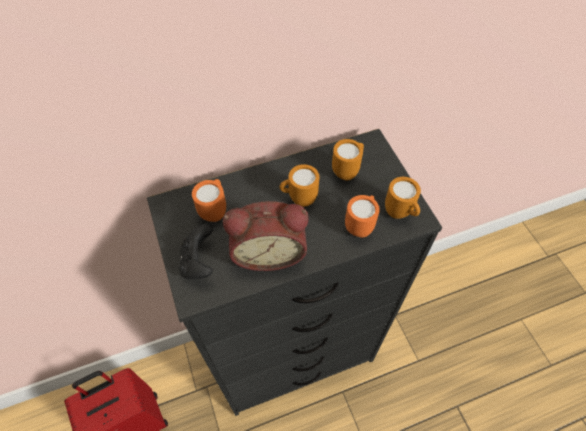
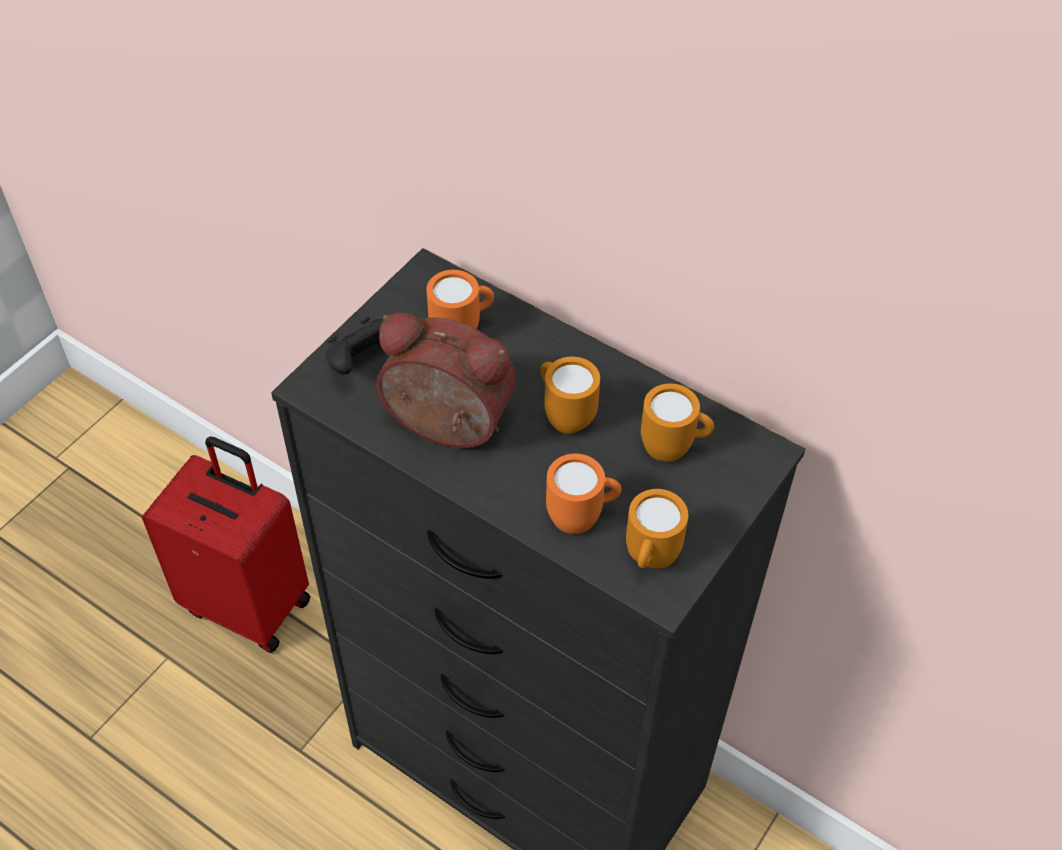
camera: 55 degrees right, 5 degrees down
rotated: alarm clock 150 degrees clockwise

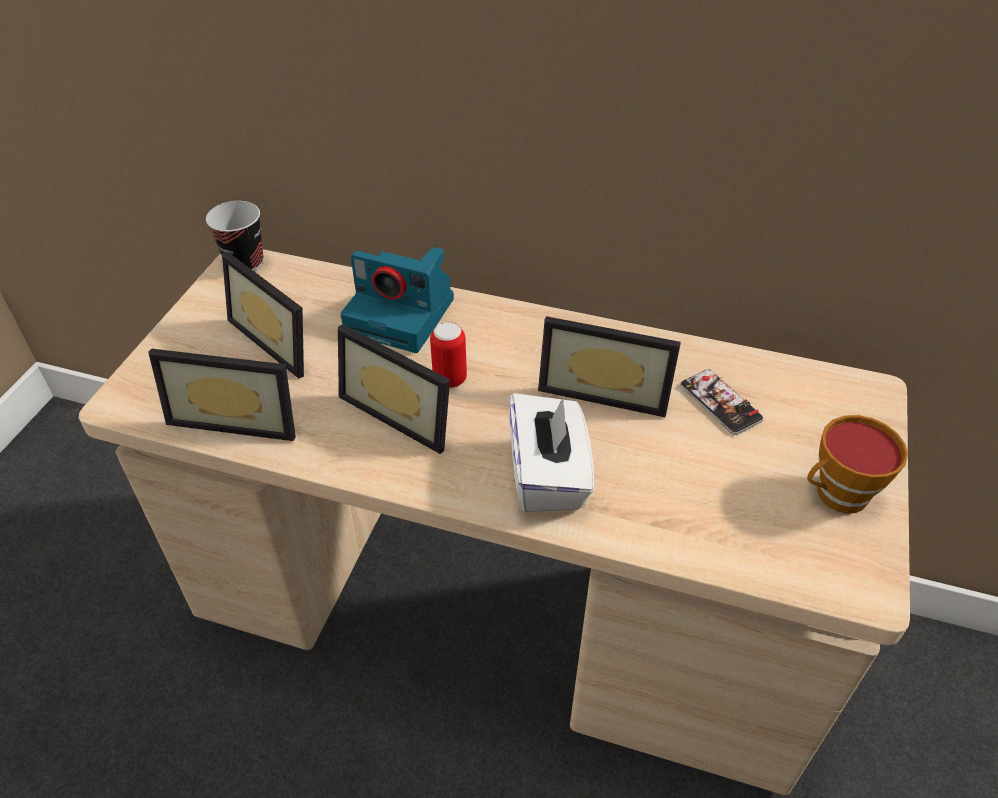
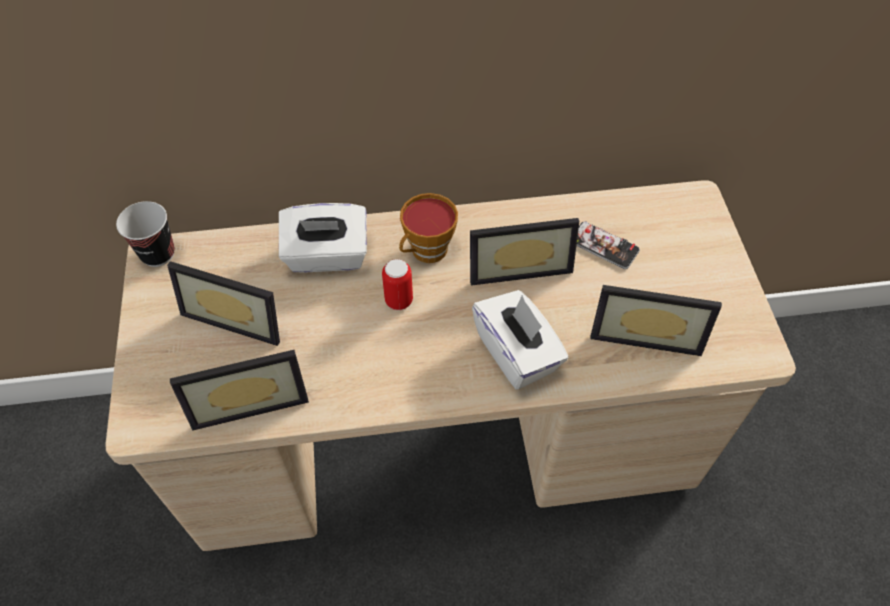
camera: 25 degrees left, 10 degrees up
shifted: standing frame (no. 3 from left in the first image) to standing frame (no. 4 from left); small cup (no. 2 from left)
swapped: still camera to box of tissues (white-coloured) (no. 1 from left)

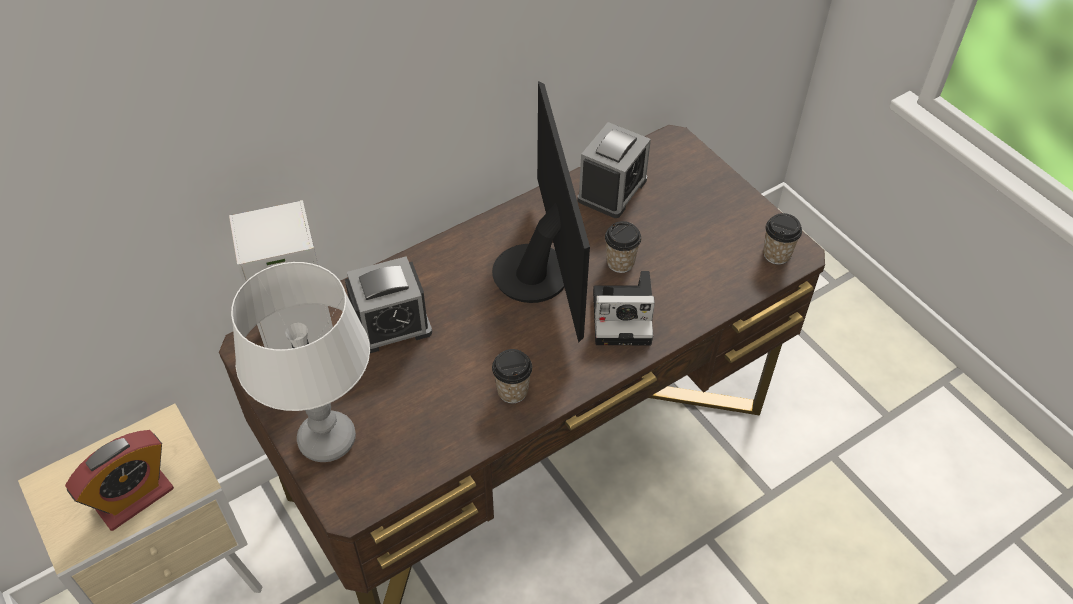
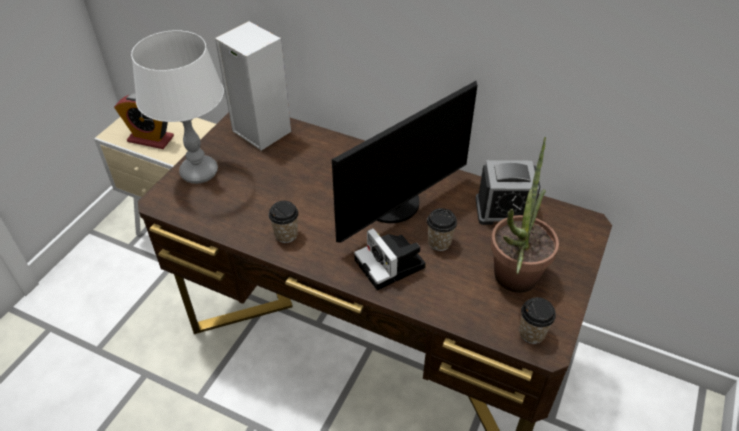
camera: 60 degrees right, 5 degrees down
gone: alarm clock (no. 2 from left)
new: plant in a pot

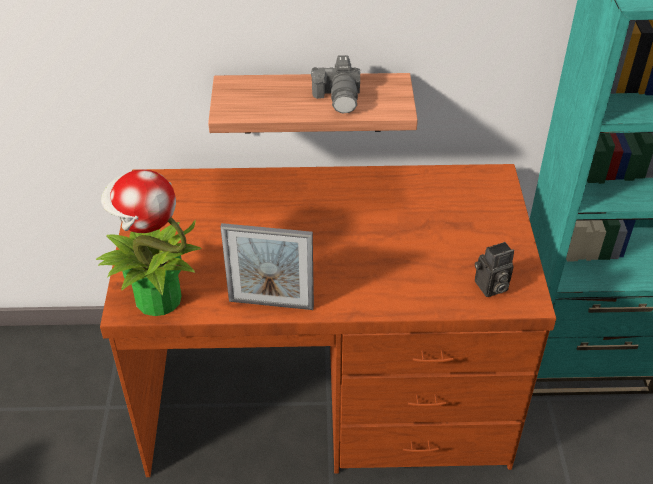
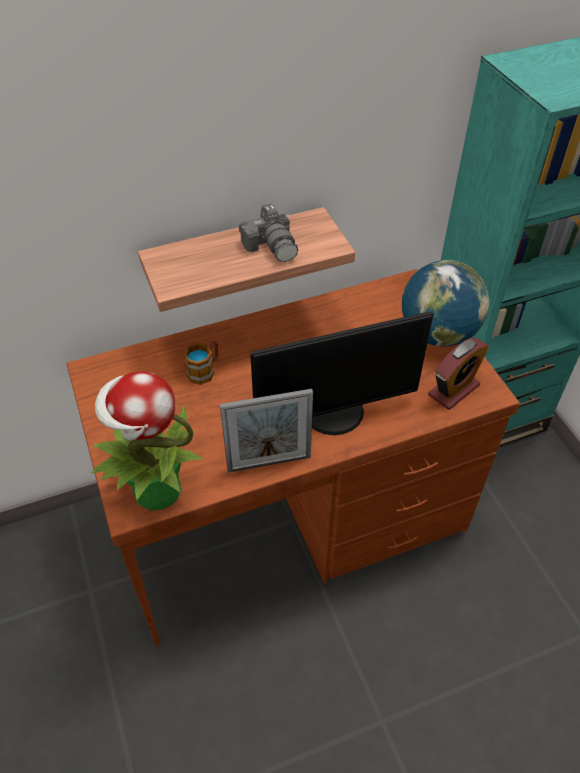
camera: 20 degrees left, 5 degrees up
new: mug; monitor; globe
swapped: still camera (no. 2 from left) to alarm clock

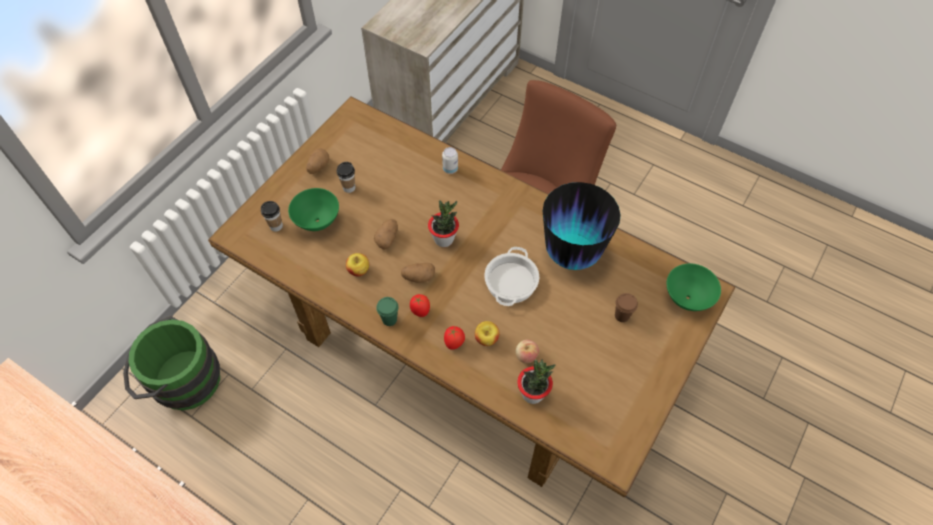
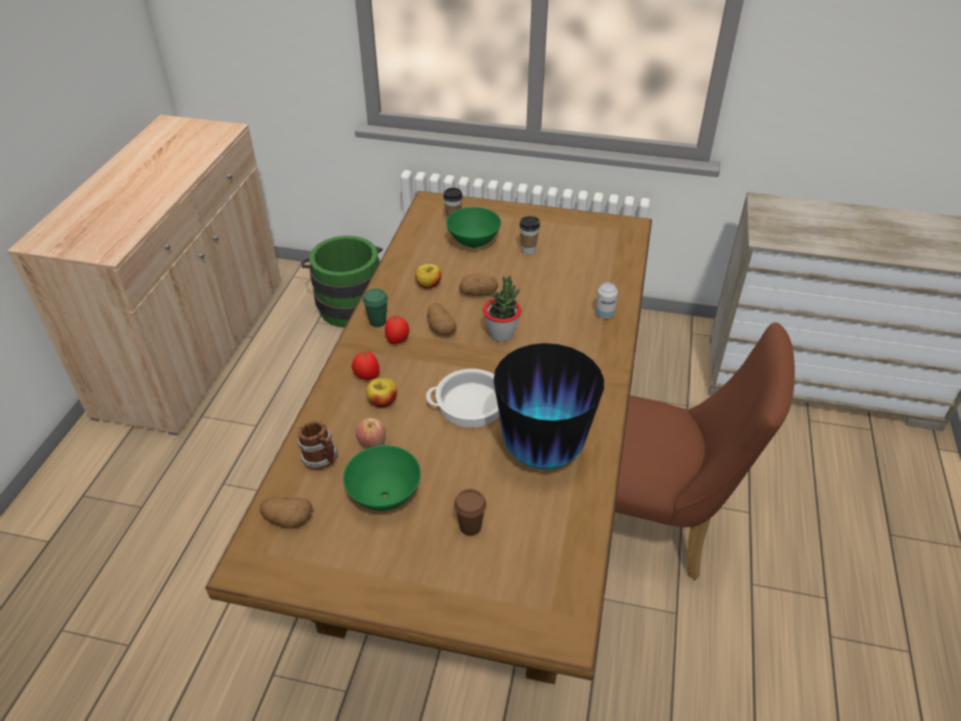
camera: 70 degrees right, 15 degrees down
shifted: potato (no. 1 from left); bowl (green-coloured) (no. 2 from left in the first image) to bowl (green-coloured) (no. 1 from left)
swapped: plant in a pot (no. 2 from left) to mug

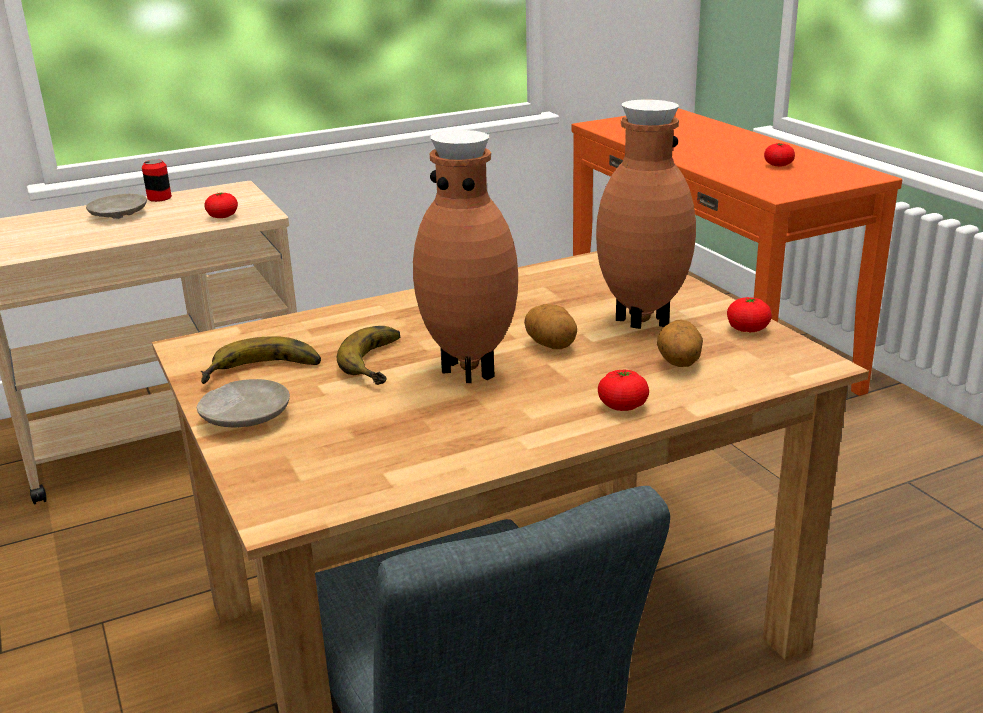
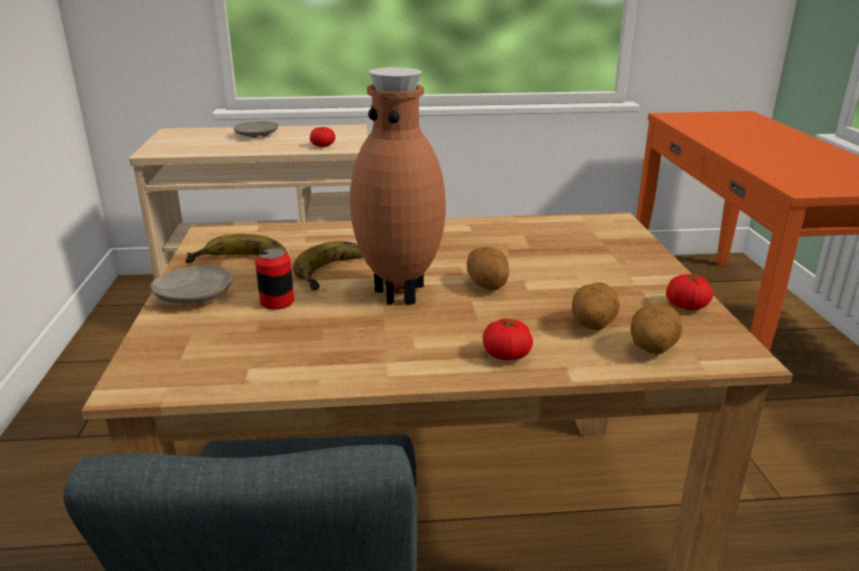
camera: 20 degrees right, 0 degrees up
gone: flower vase (brown-coloured) (no. 2 from left); tomato (no. 4 from left)
new: potato (no. 3 from left)
shifted: metal can

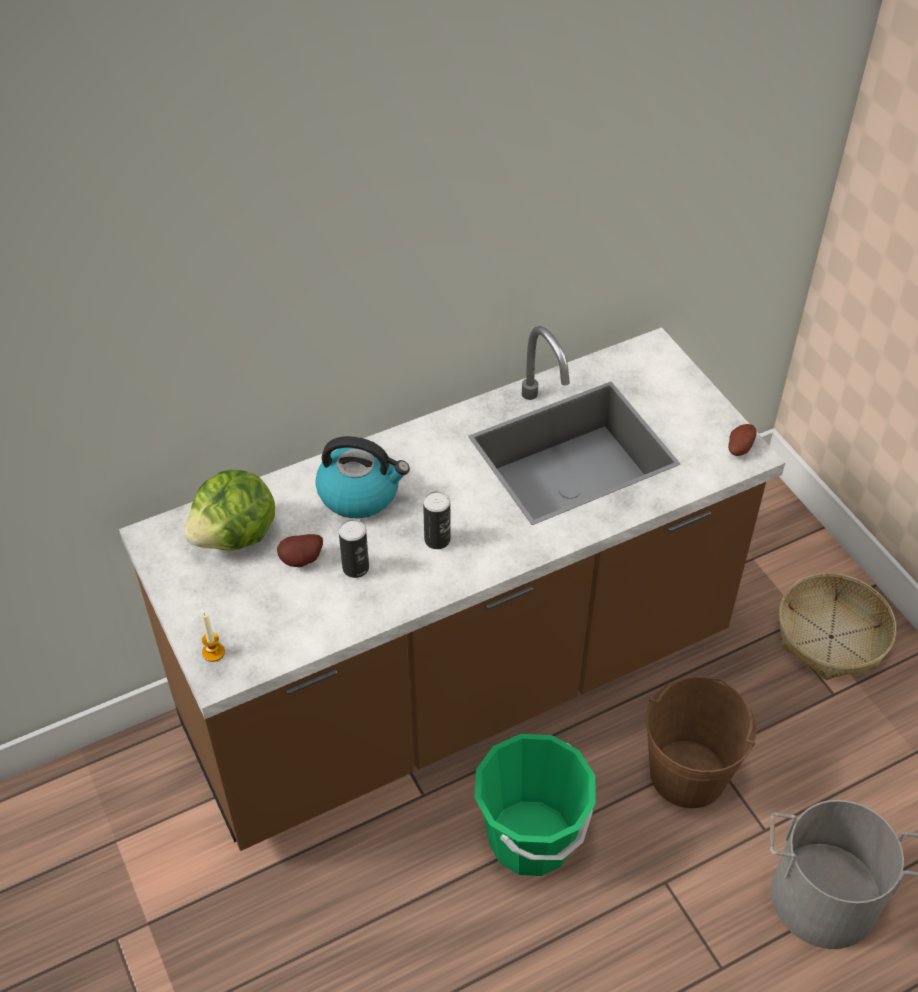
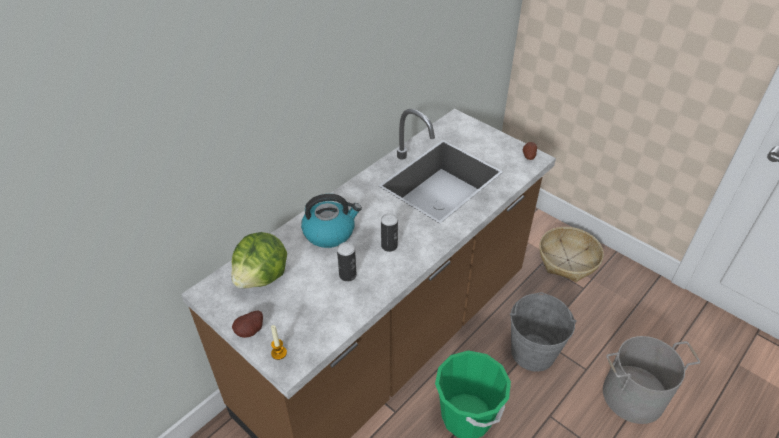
camera: 20 degrees left, 5 degrees down
shifted: potato (no. 1 from left)
repainted: water bucket (brown-coloured) to water bucket (greyish) (no. 1 from left)

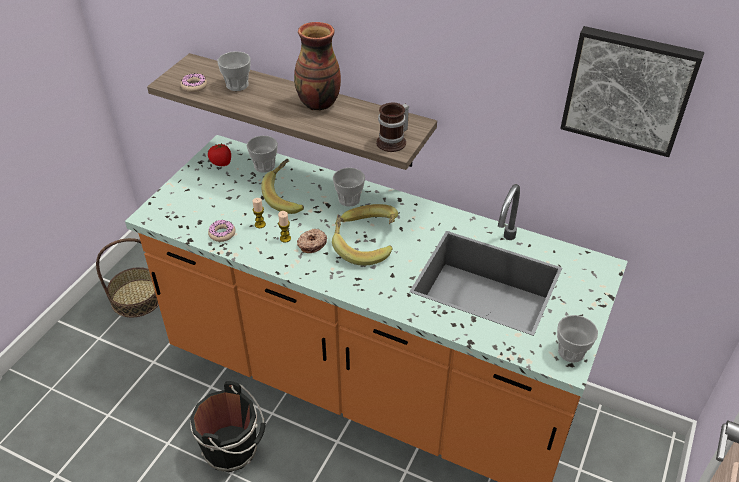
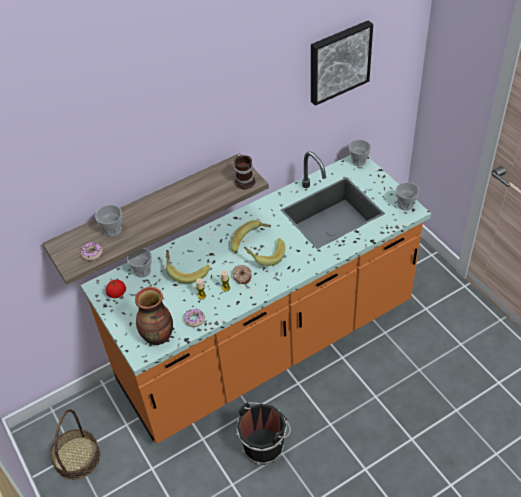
camera: 55 degrees left, 5 degrees up
shifted: flower vase; small cup (no. 3 from left)

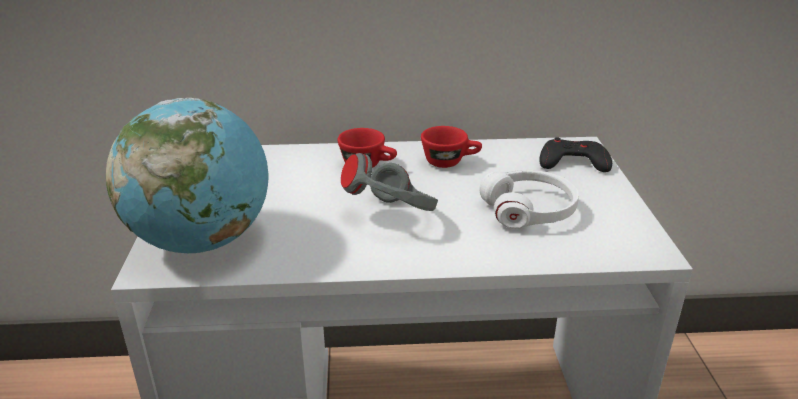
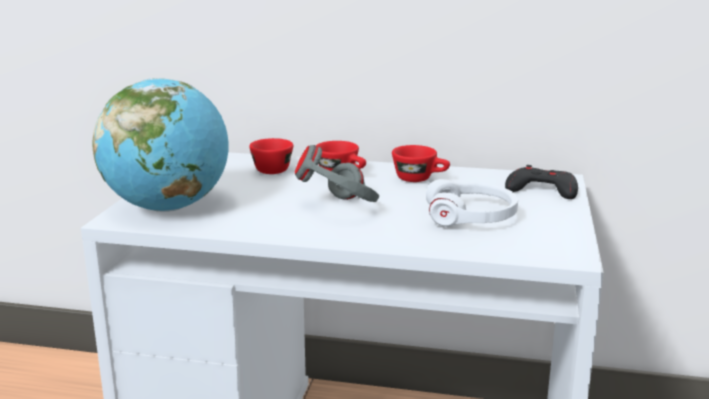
camera: 15 degrees right, 10 degrees down
new: small cup (red-coloured) (no. 1 from left)

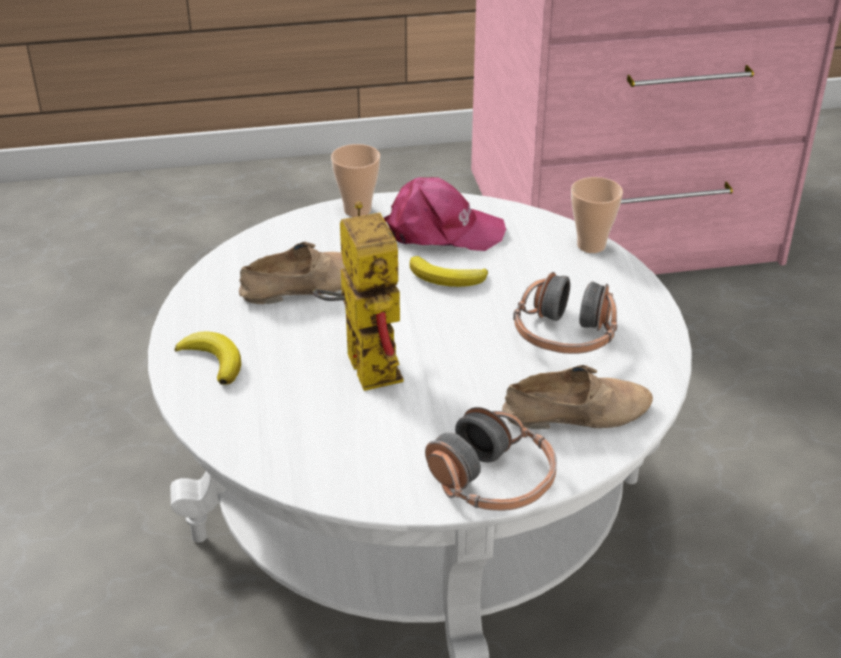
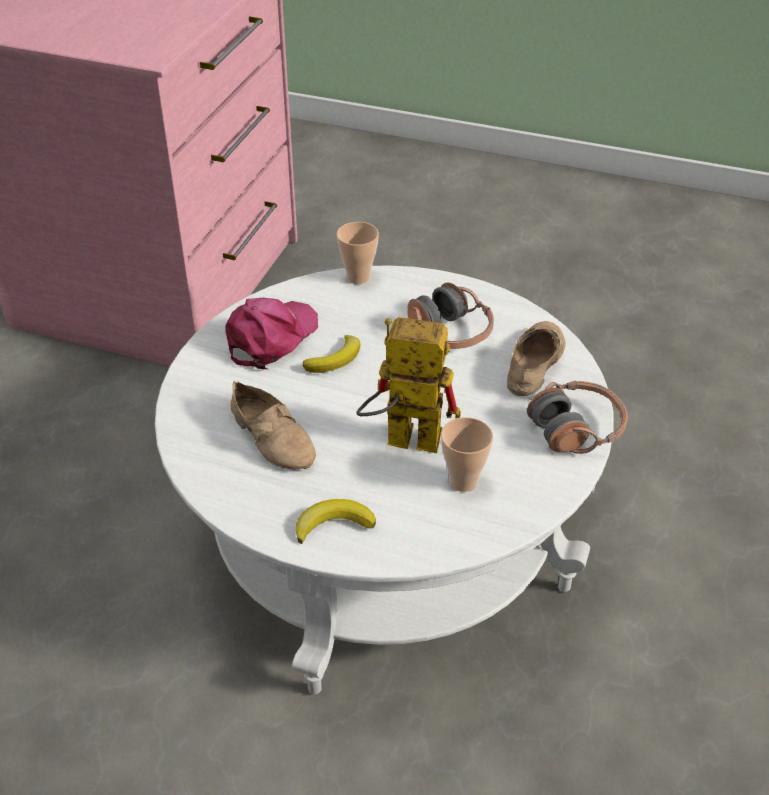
camera: 60 degrees left, 5 degrees up
shifted: small cup (no. 1 from left in the first image) to small cup (no. 2 from left)
rotated: low shoe (sand-coloured) (no. 1 from left) 135 degrees clockwise

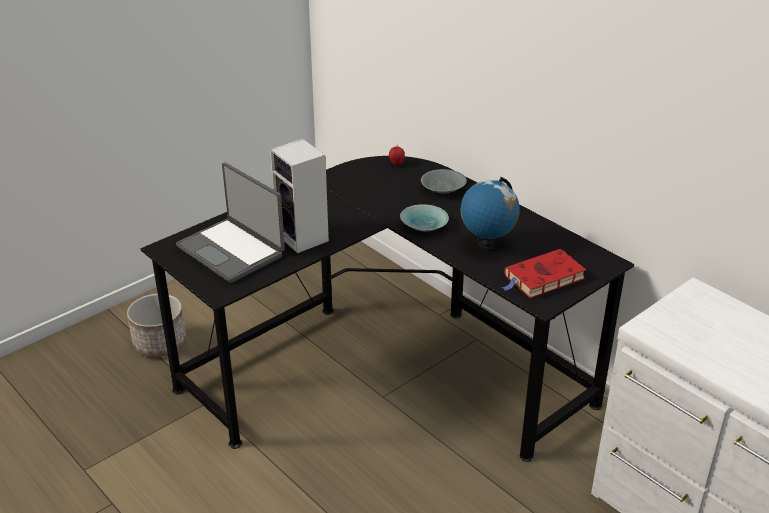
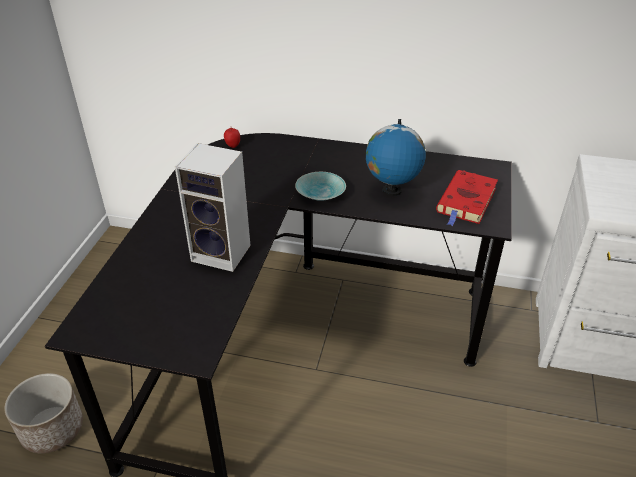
camera: 35 degrees left, 5 degrees up
gone: laptop; bowl (greyish)

